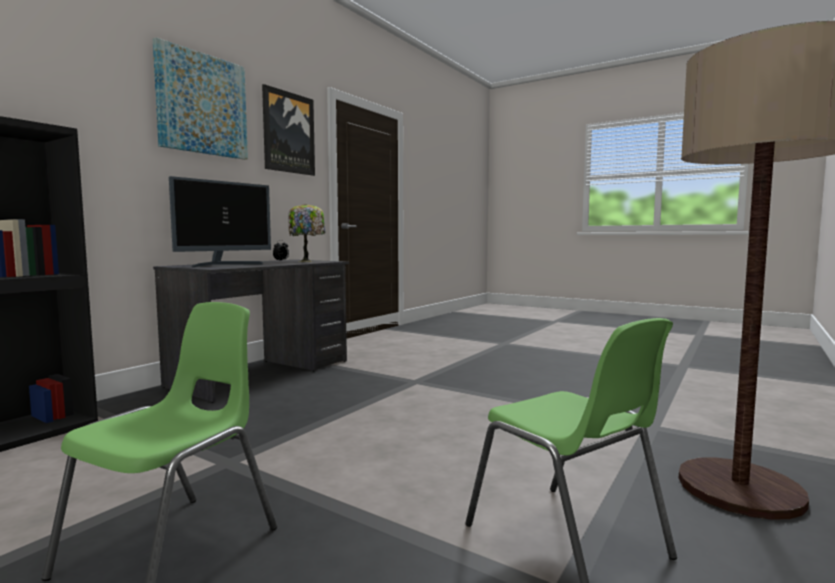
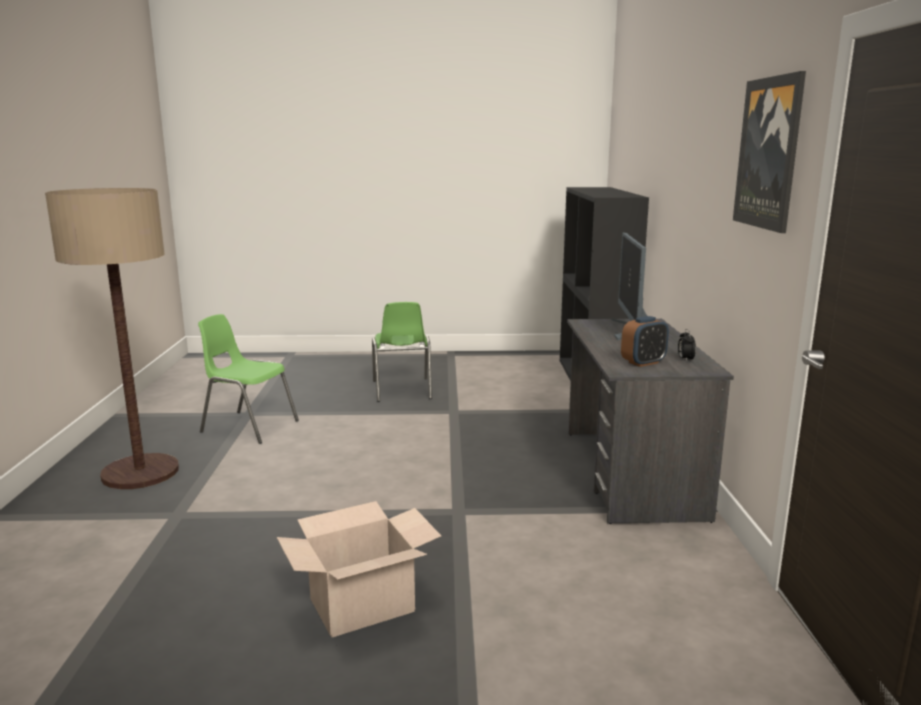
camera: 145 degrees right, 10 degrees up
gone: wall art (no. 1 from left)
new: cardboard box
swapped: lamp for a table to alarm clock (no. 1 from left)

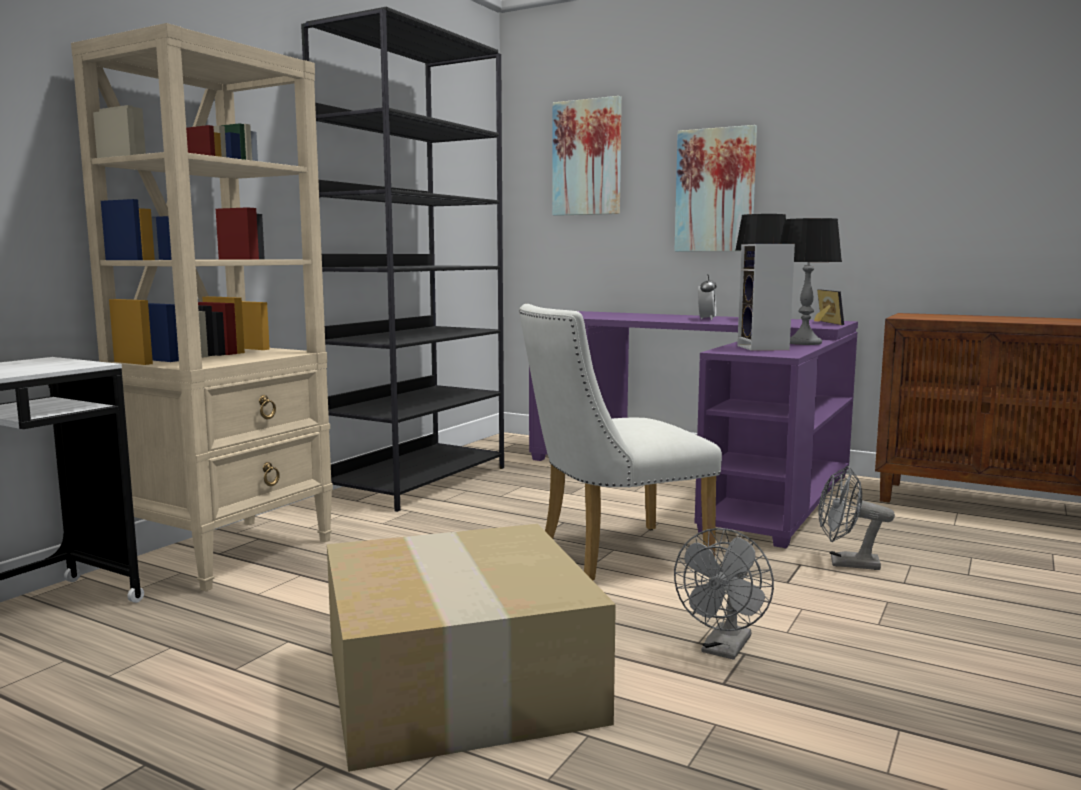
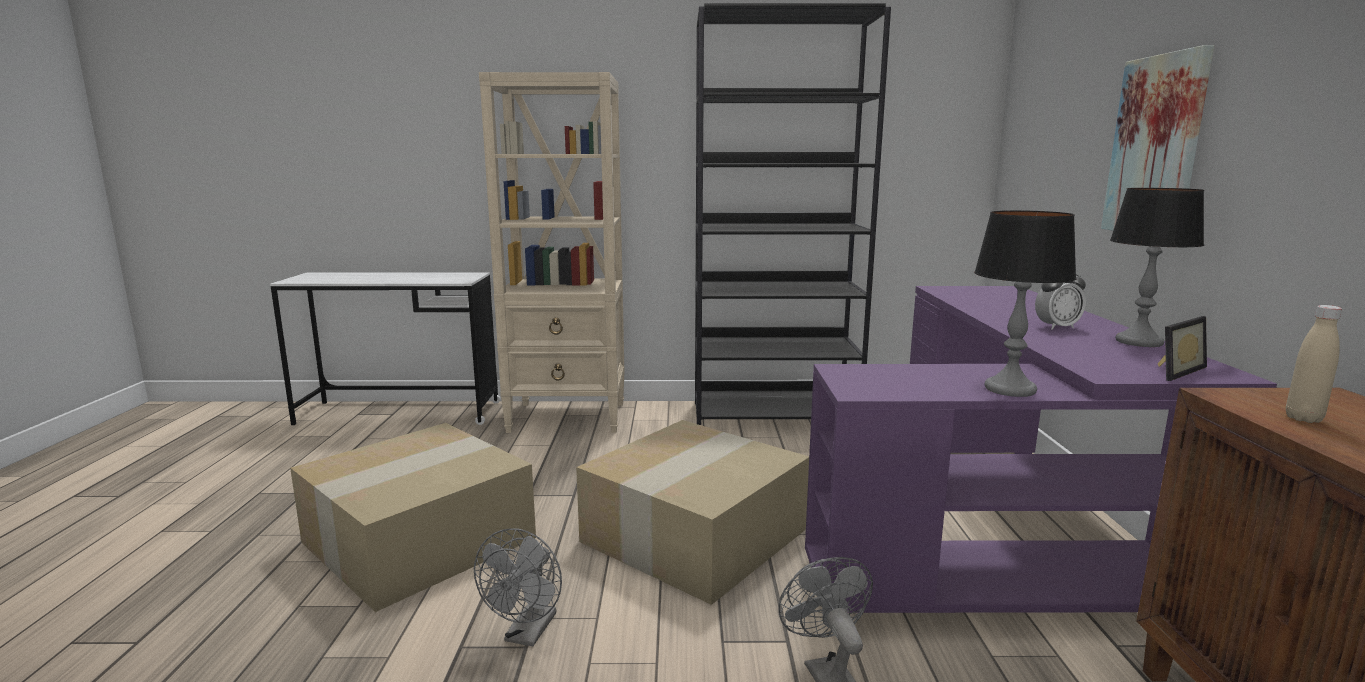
camera: 60 degrees right, 5 degrees up
gone: wall art (no. 1 from left); speaker
new: beverage bottle (sand-coloured)
swapped: chair (white-coloured) to cardboard box (no. 2 from left)
rotated: fan (greyish) (no. 1 from left) 75 degrees counterclockwise

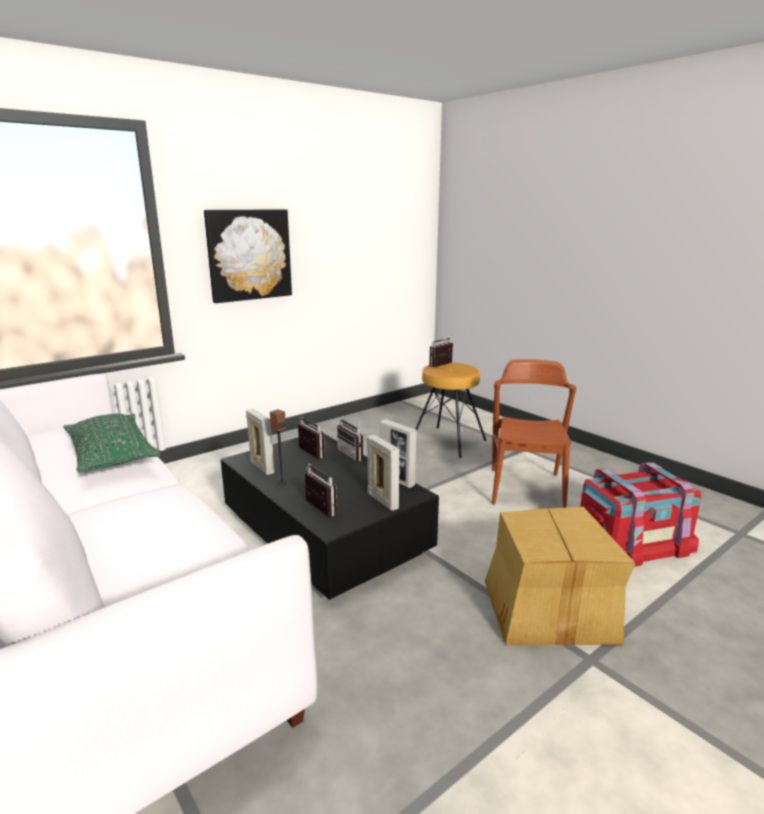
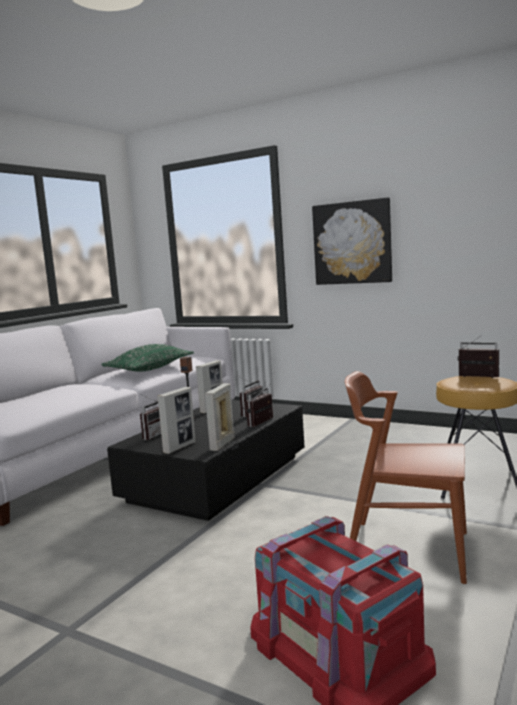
camera: 70 degrees right, 10 degrees down
gone: cardboard box
rotated: chair (brown-coloured) 150 degrees counterclockwise

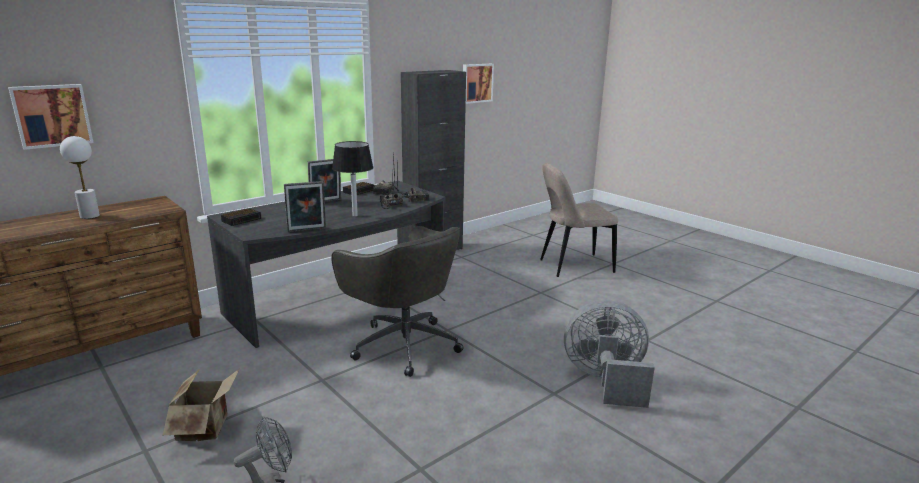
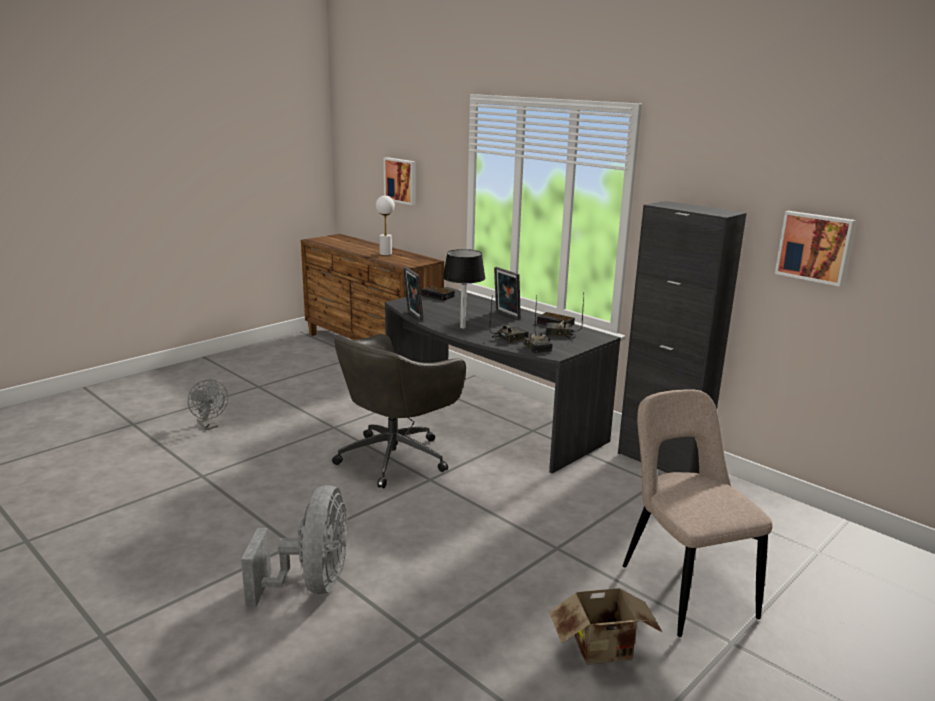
camera: 85 degrees right, 0 degrees up
shifted: cardboard box

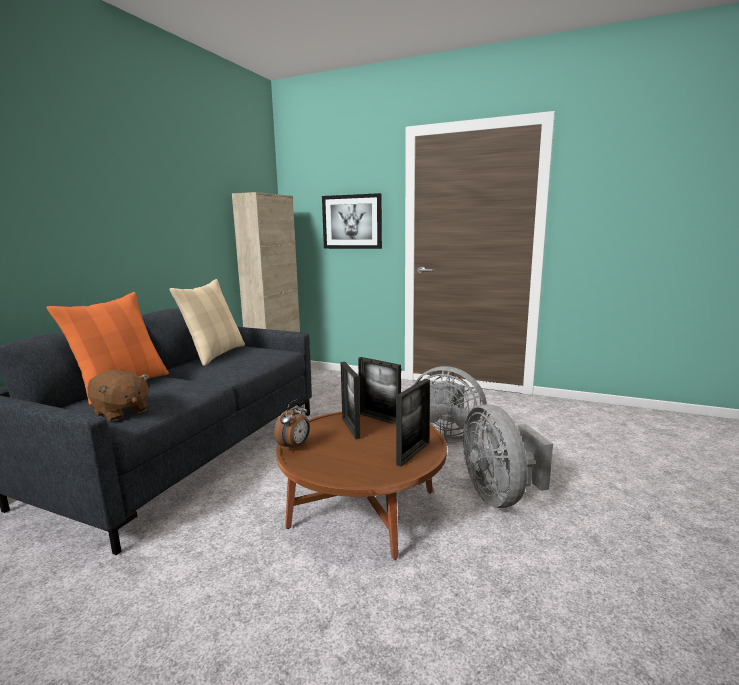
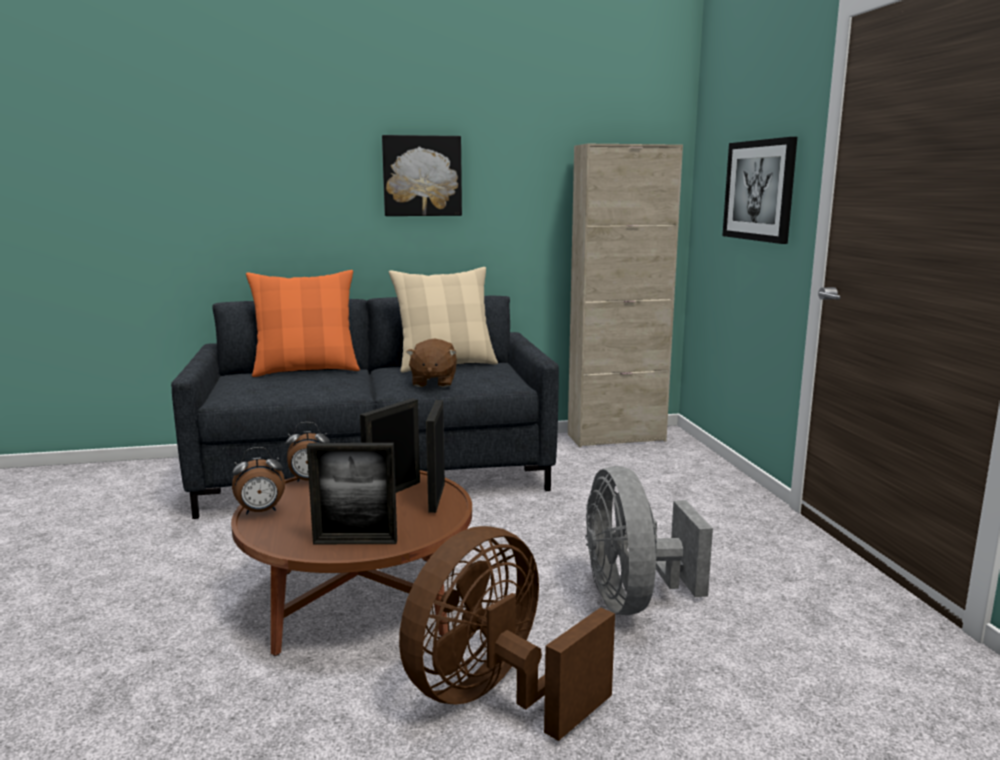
camera: 55 degrees right, 0 degrees up
new: alarm clock (no. 1 from left); wall art (no. 1 from left)
shifted: cuddly toy (brown-coloured)
repainted: fan (greyish) (no. 2 from left) to fan (brown-coloured)

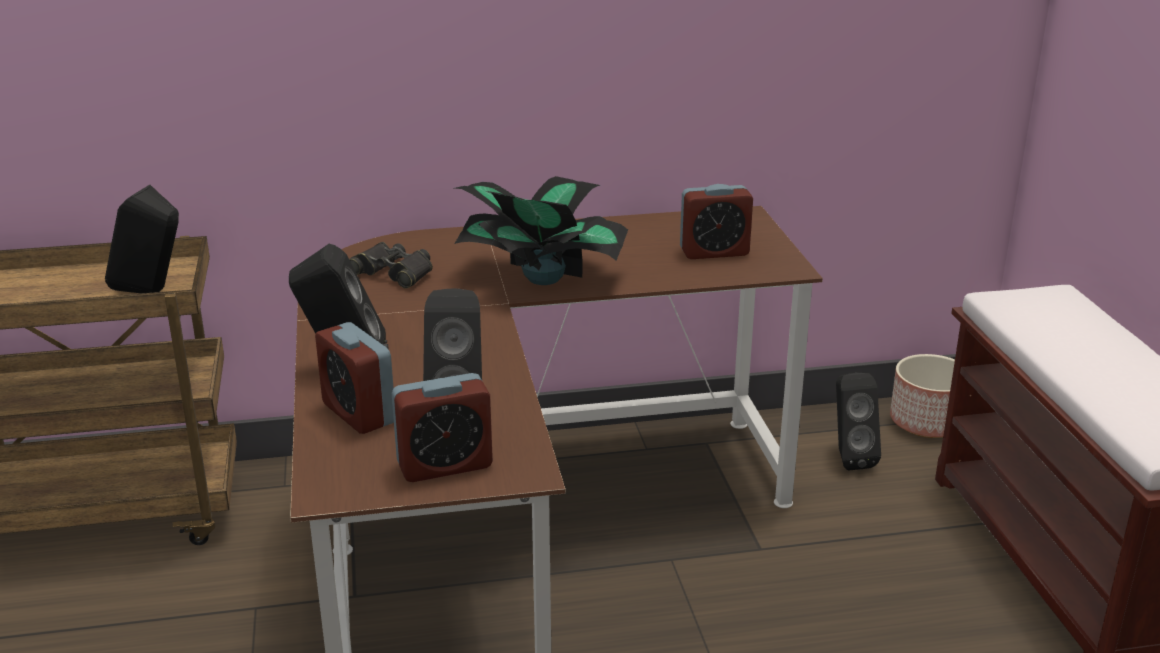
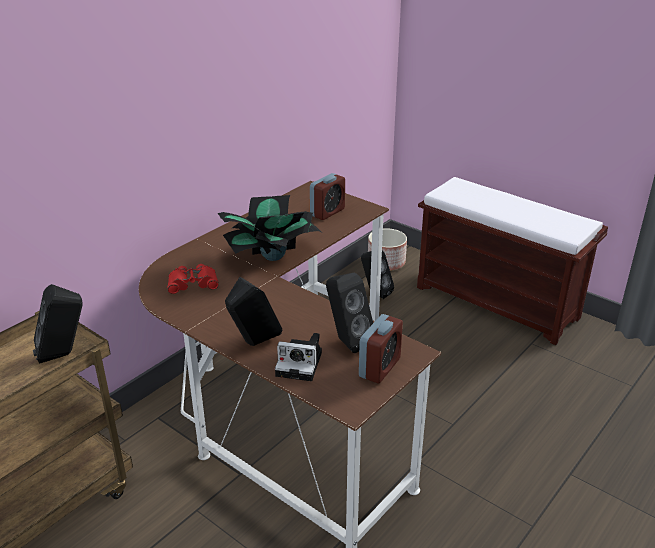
camera: 40 degrees left, 5 degrees up
swapped: alarm clock (no. 1 from left) to still camera
repainted: field glasses (black) to field glasses (red-coloured)

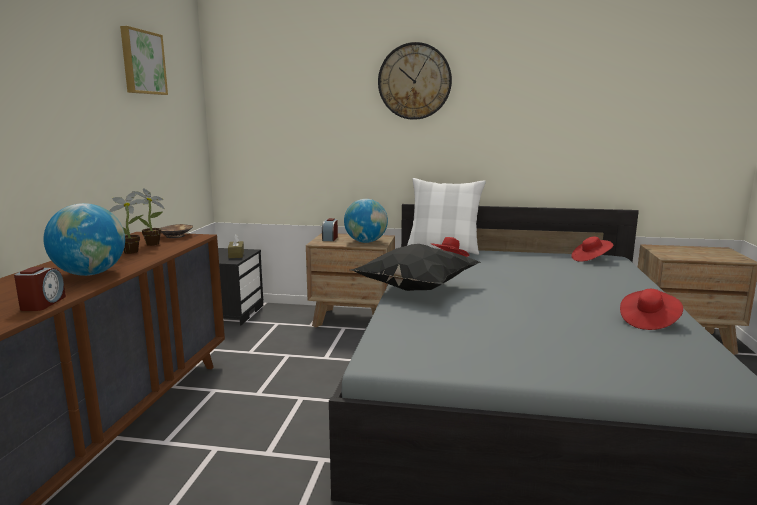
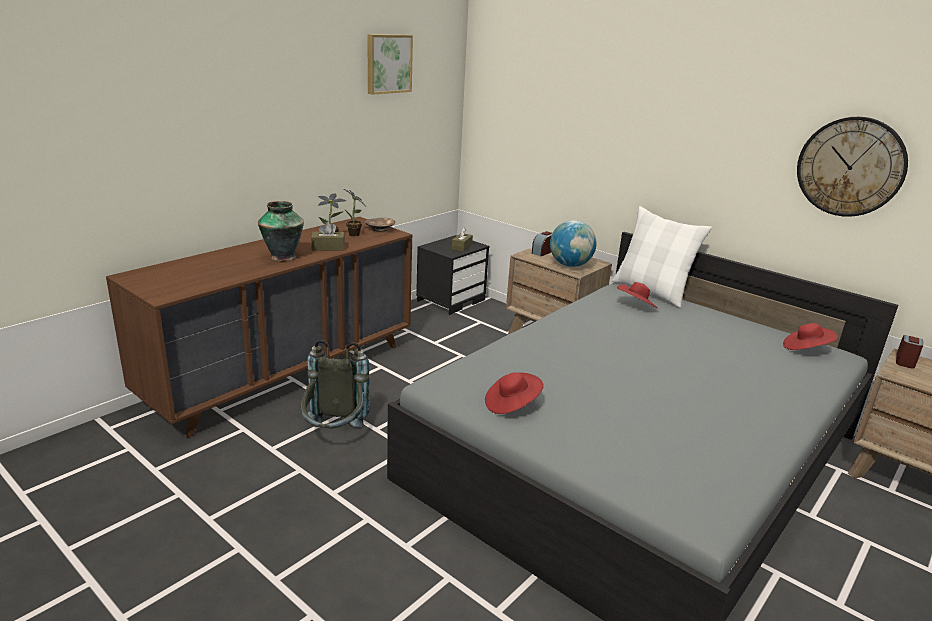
camera: 30 degrees right, 10 degrees up
gone: cushion (black)
new: rucksack (greyish); box of tissues (brown-coloured) (no. 1 from left)
shifted: alarm clock (no. 1 from left in the first image) to alarm clock (no. 2 from left); wall clock; wearable hat (red-coloured) (no. 3 from left in the first image) to wearable hat (red-coloured) (no. 1 from left)
swapped: globe (no. 1 from left) to flower vase

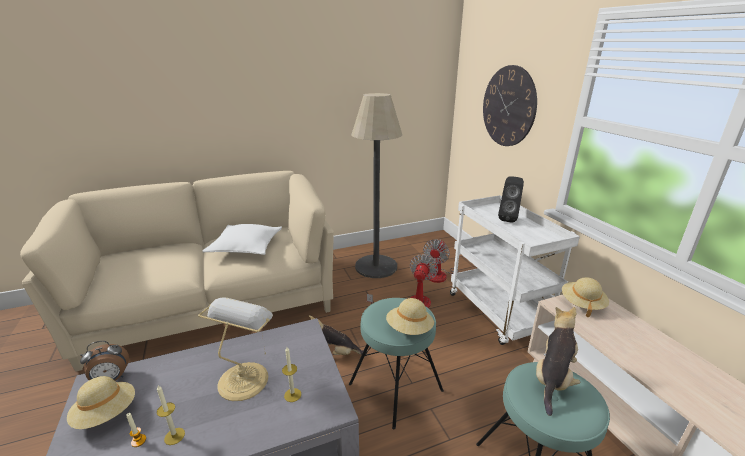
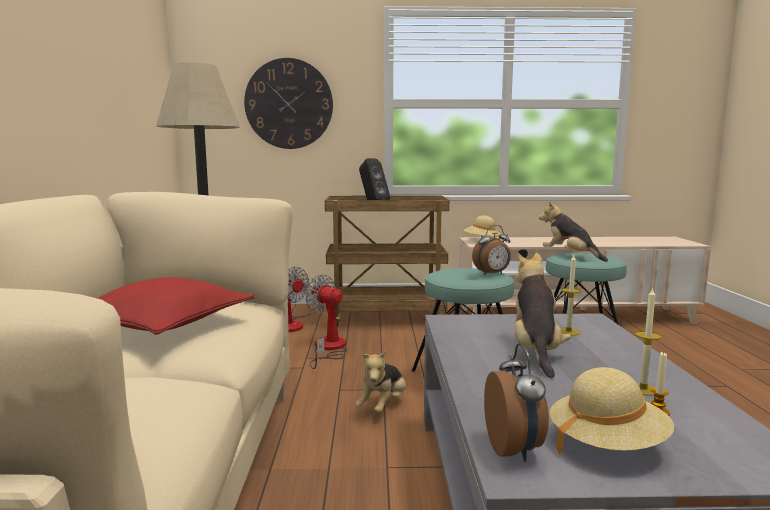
camera: 70 degrees left, 15 degrees down
swapped: lamp for a table to cuddly toy (no. 2 from left); wearable hat (sand-coloured) (no. 2 from left) to alarm clock (no. 1 from left)
repainted: cushion (white-coloured) to cushion (red-coloured); cart (white-coloured) to cart (brown-coloured)

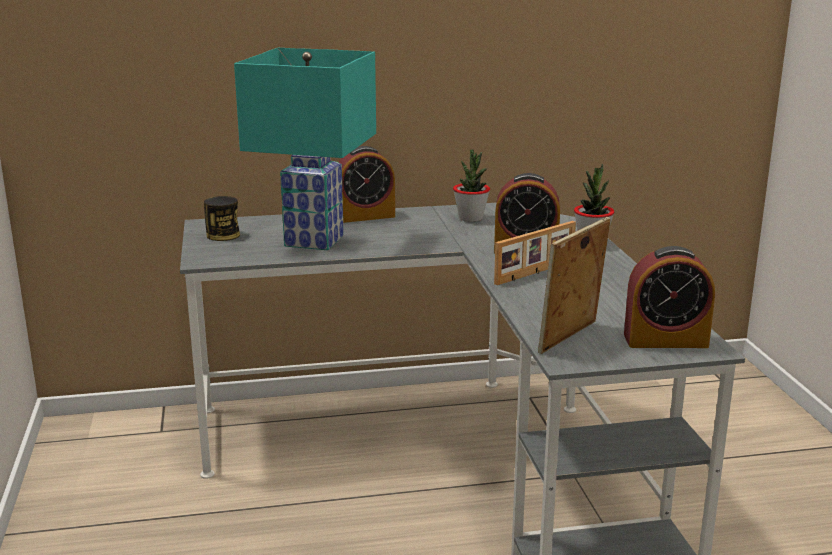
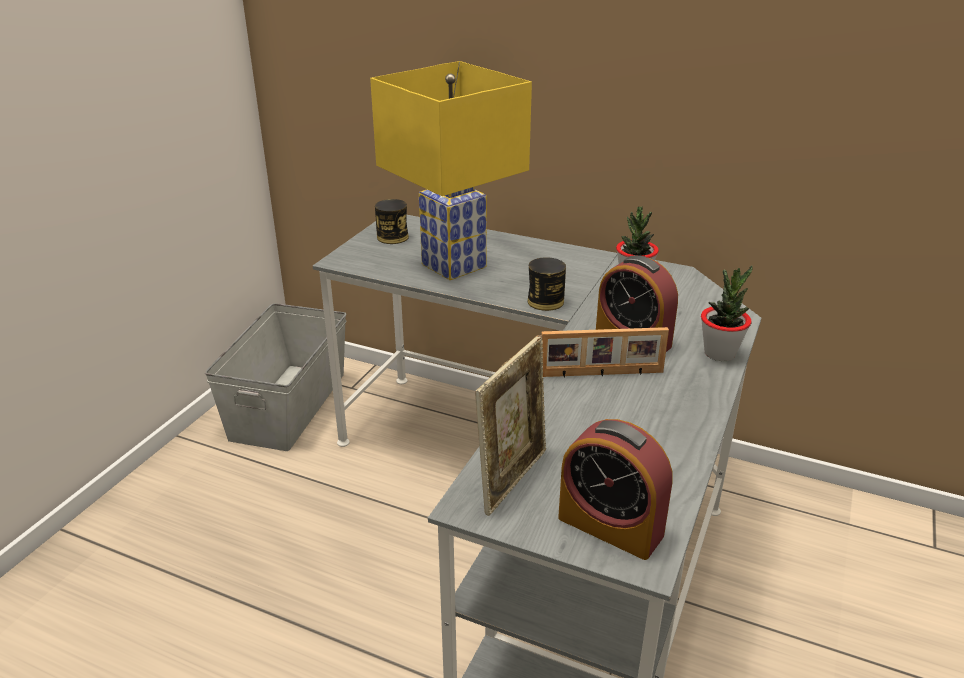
camera: 35 degrees right, 10 degrees up
gone: alarm clock (no. 1 from left)
new: storage container (greyish); metal can (no. 2 from left)
repainted: lamp for a table (turquoise) to lamp for a table (yellow)
rotated: standing frame (no. 2 from left in the first image) 135 degrees clockwise

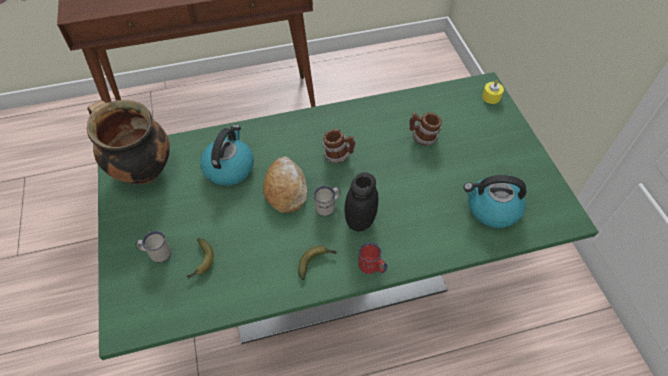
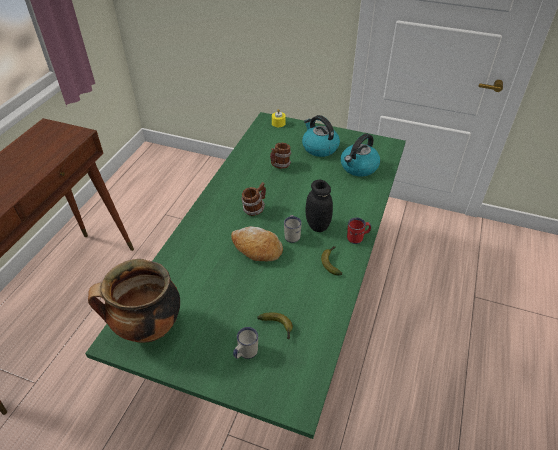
camera: 55 degrees left, 10 degrees down
shifted: water kettle (no. 1 from left)

